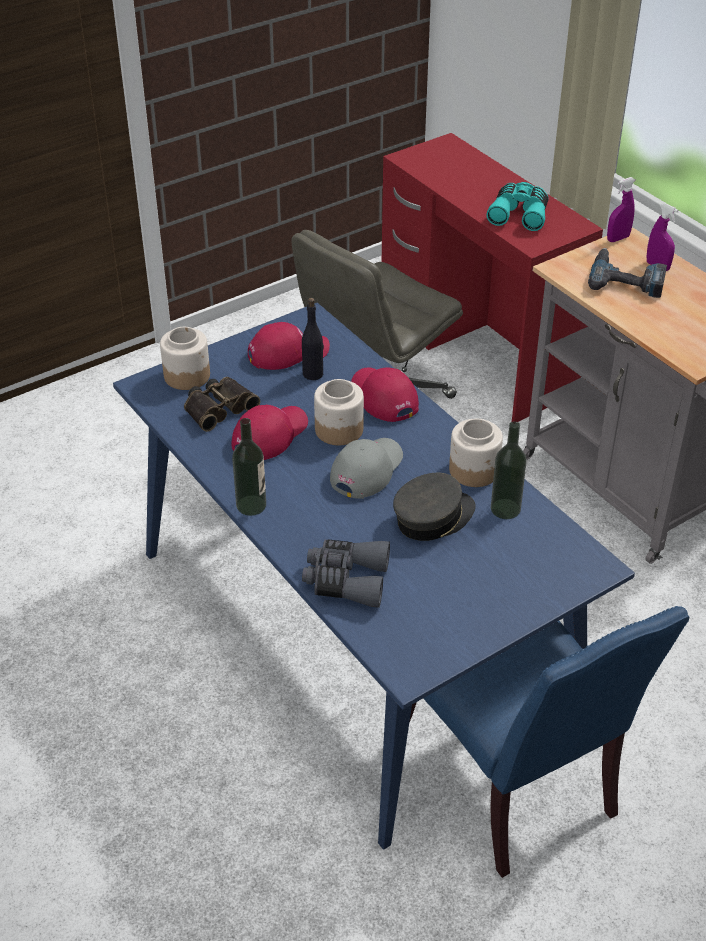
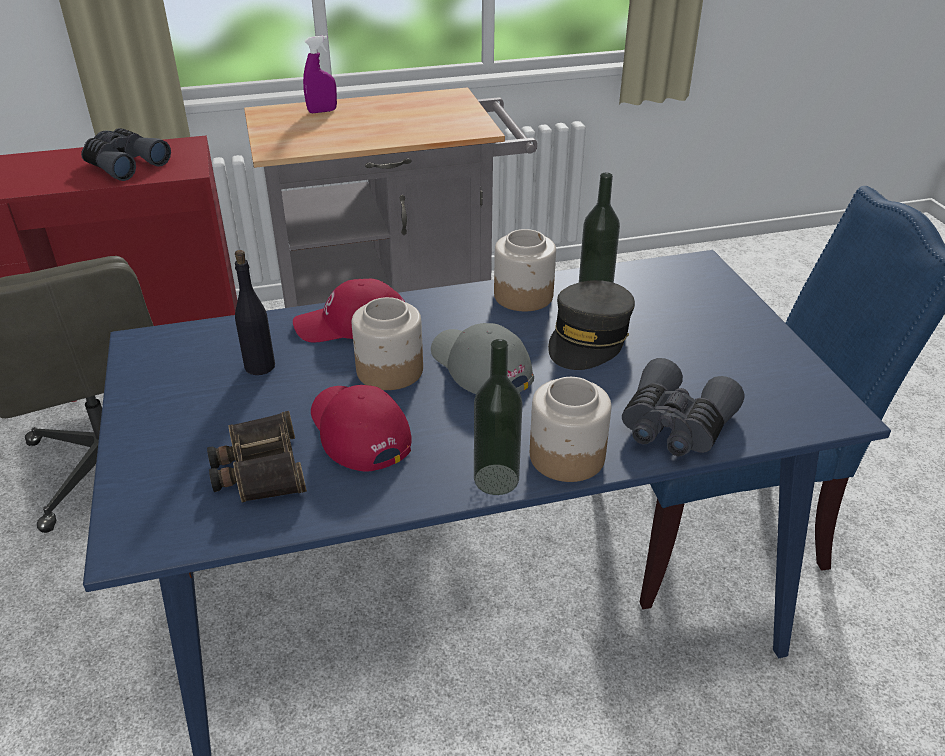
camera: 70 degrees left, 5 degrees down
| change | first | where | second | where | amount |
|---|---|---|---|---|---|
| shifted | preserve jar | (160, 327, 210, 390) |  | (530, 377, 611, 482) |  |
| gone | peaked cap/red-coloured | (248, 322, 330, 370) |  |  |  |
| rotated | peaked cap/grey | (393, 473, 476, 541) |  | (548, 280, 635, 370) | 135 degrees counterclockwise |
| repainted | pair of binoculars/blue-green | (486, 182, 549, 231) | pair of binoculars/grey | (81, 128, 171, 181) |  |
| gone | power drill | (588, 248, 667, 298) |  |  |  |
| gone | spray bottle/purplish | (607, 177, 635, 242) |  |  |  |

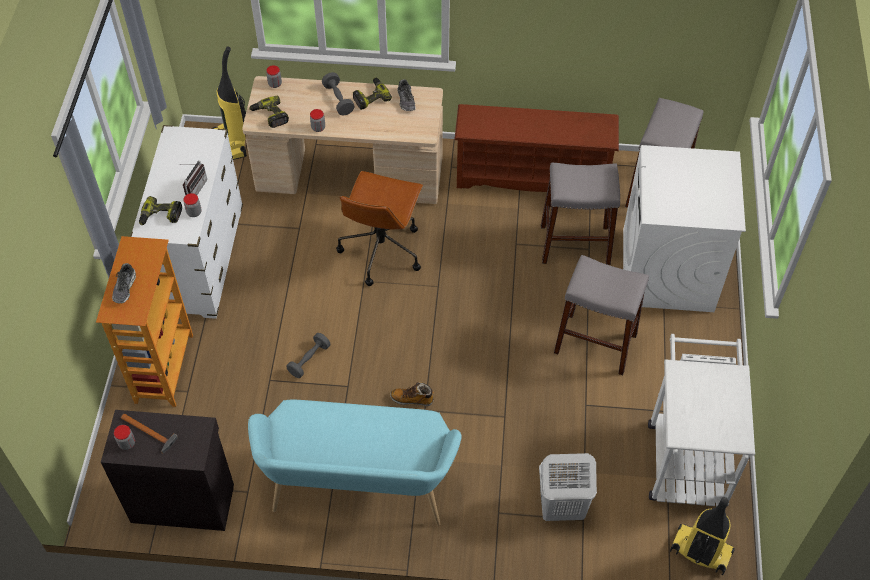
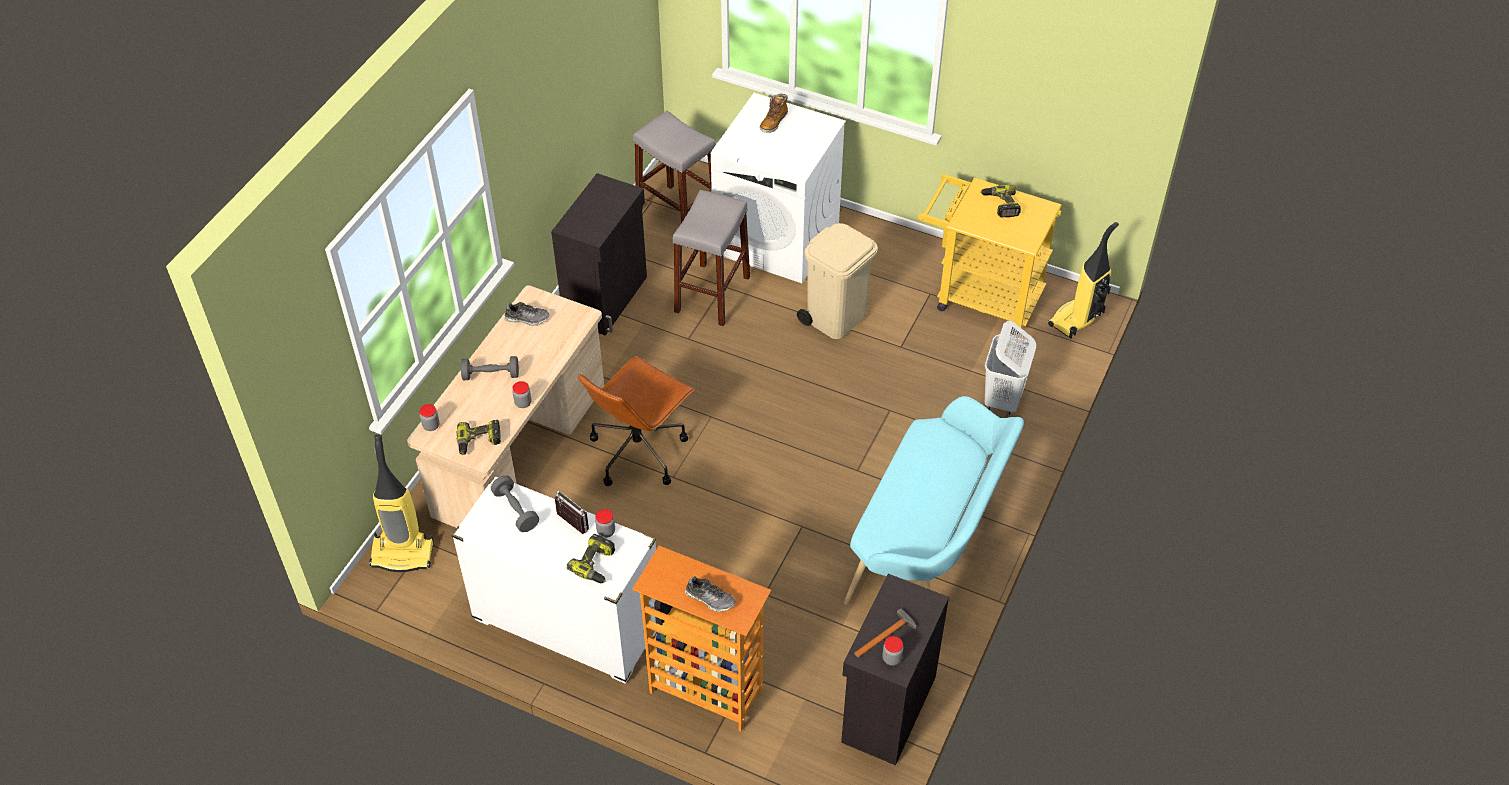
camera: 70 degrees left, 5 degrees down
| change | first | where | second | where | amount |
|---|---|---|---|---|---|
| shifted | hand weight/grey | (286, 333, 330, 378) |  | (491, 476, 539, 532) |  |
| rotated | desk chair/brown | (336, 171, 423, 286) |  | (578, 356, 695, 486) | 90 degrees clockwise |
| shifted | power drill | (353, 78, 392, 110) |  | (980, 185, 1021, 218) |  |
| shifted | boot | (390, 382, 434, 406) |  | (760, 94, 788, 133) |  |
| swapped | shoe shelf/brown | (454, 104, 619, 192) | storage cabinet/black-coloured | (551, 173, 647, 336) |  |
| swapped | stool/grey | (554, 255, 649, 375) | rubbish bin/beige-coloured | (797, 223, 878, 339) |  |
| repainted | trolley/white | (648, 334, 755, 506) | trolley/yellow | (918, 174, 1062, 335) |  |

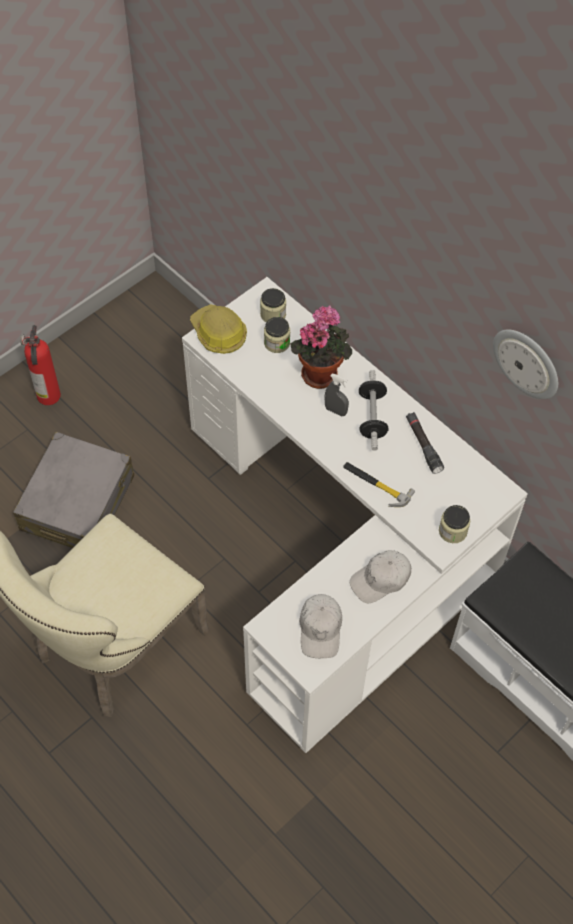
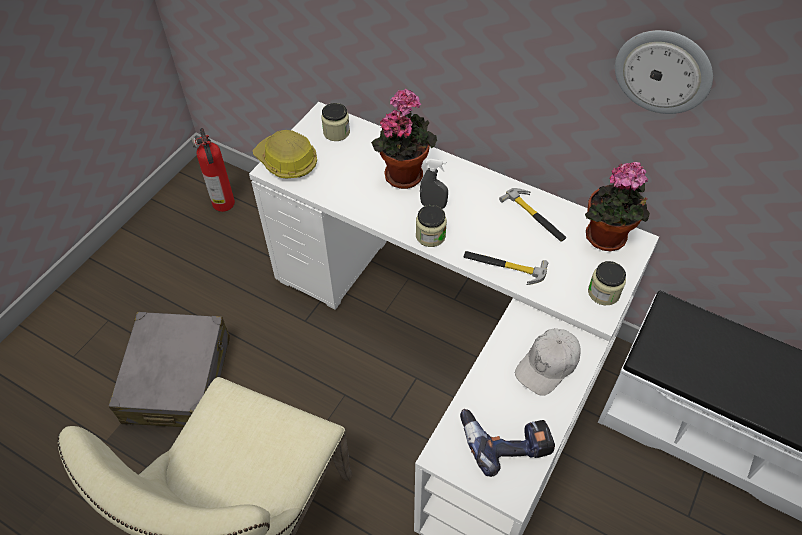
camera: 15 degrees left, 5 degrees down
| change | first | where | second | where | amount |
|---|---|---|---|---|---|
| shifted | fire-fighting cylinder | (20, 325, 61, 405) |  | (191, 128, 235, 212) |  |
| shifted | preserve jar | (264, 317, 290, 353) |  | (416, 205, 447, 247) |  |
| swapped | peaked cap/white | (299, 594, 342, 658) | power drill | (460, 409, 555, 477) |  |
| gone | hand weight | (359, 370, 388, 451) |  |  |  |
| swapped | hand torch/black-coloured | (406, 412, 444, 474) | hand hammer | (499, 188, 566, 242) |  |
| new |  |  | potted plant | (585, 161, 650, 251) |  |

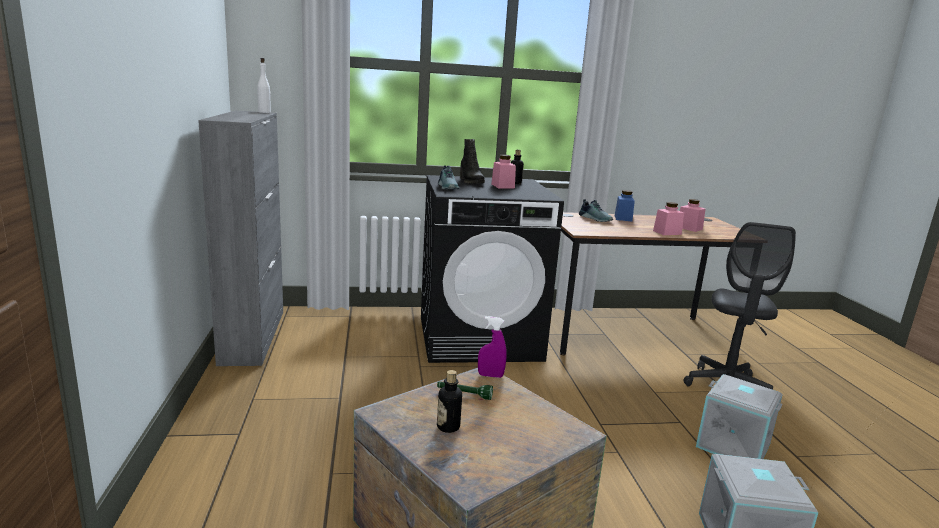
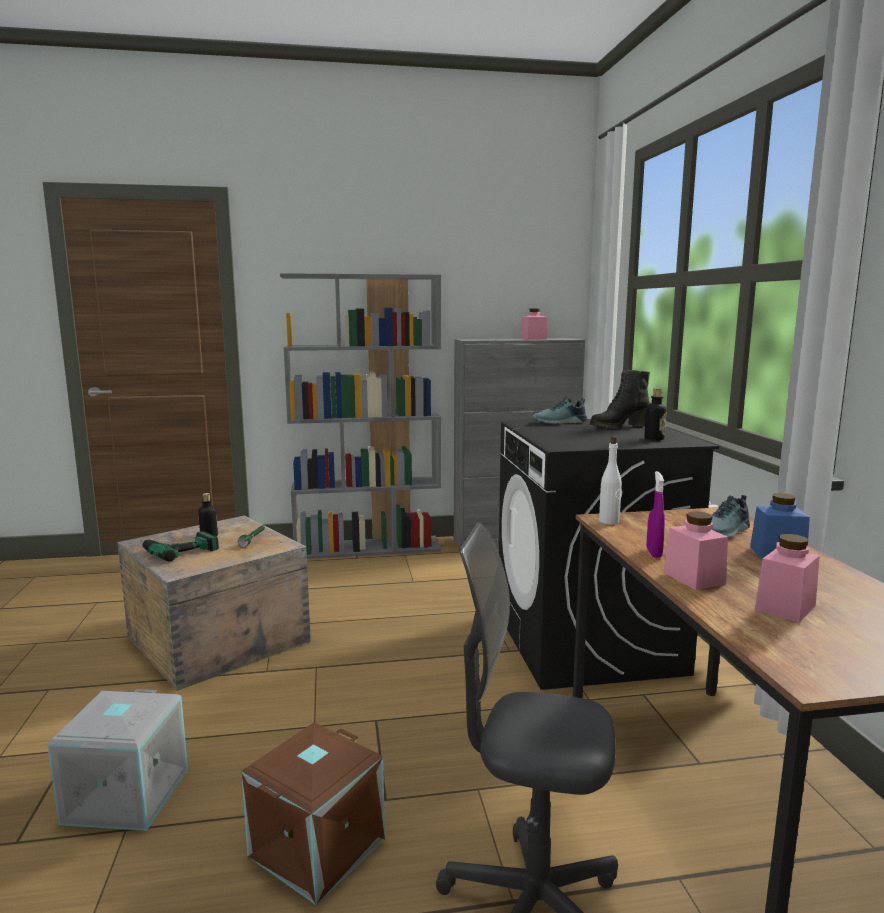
camera: 90 degrees right, 5 degrees down
| change | first | where | second | where | amount |
|---|---|---|---|---|---|
| shifted | drink bottle/white | (257, 58, 271, 113) |  | (599, 436, 622, 524) |  |
| shifted | spray bottle/purplish | (478, 316, 507, 378) |  | (647, 471, 665, 558) |  |
| shifted | preserve jar/pink-coloured | (491, 155, 516, 189) |  | (521, 309, 547, 340) |  |
| repainted | storage container/grey | (696, 374, 783, 459) | storage container/brown | (241, 722, 385, 905) |  |
| new |  |  | power drill | (139, 531, 219, 561) |  |
| new |  |  | shelving unit/grey | (280, 273, 441, 559) |  |

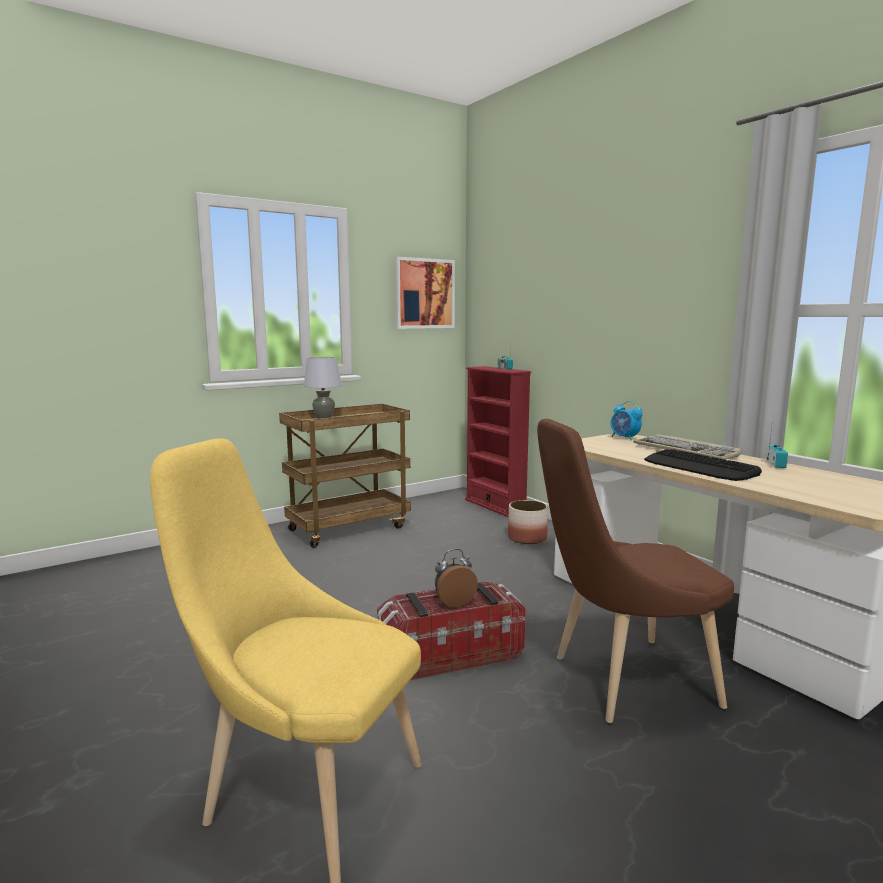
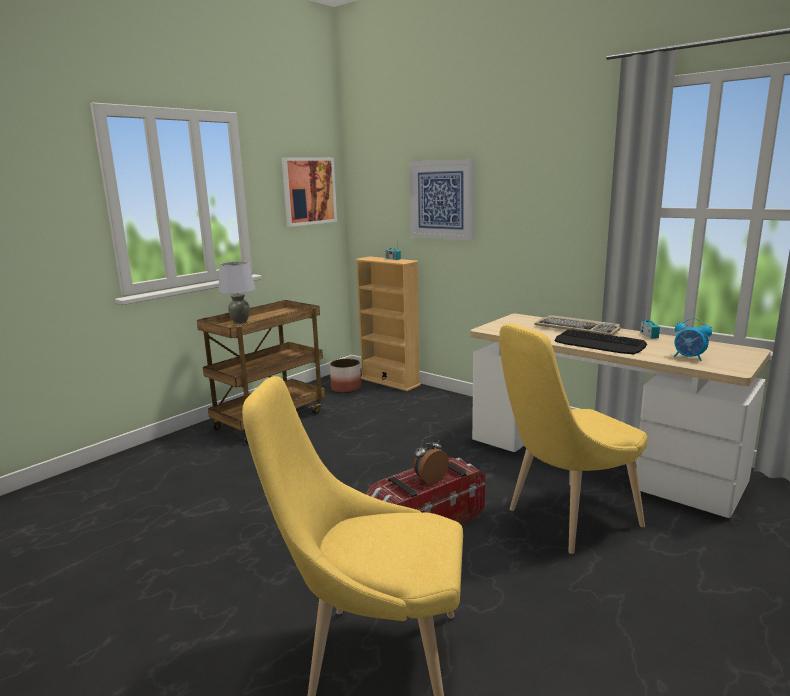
camera: 15 degrees left, 5 degrees up
| change | first | where | second | where | amount |
|---|---|---|---|---|---|
| repainted | shelving unit/red-coloured | (465, 366, 531, 517) | shelving unit/beige-coloured | (355, 256, 421, 391) |  |
| shifted | planter | (508, 500, 548, 544) |  | (330, 359, 361, 393) |  |
| repainted | plain chair/brown | (537, 419, 734, 723) | plain chair/yellow | (499, 323, 648, 554) |  |
| shifted | alarm clock | (611, 401, 643, 440) |  | (674, 318, 712, 361) |  |
| new |  |  | picture | (409, 159, 474, 240) |  |

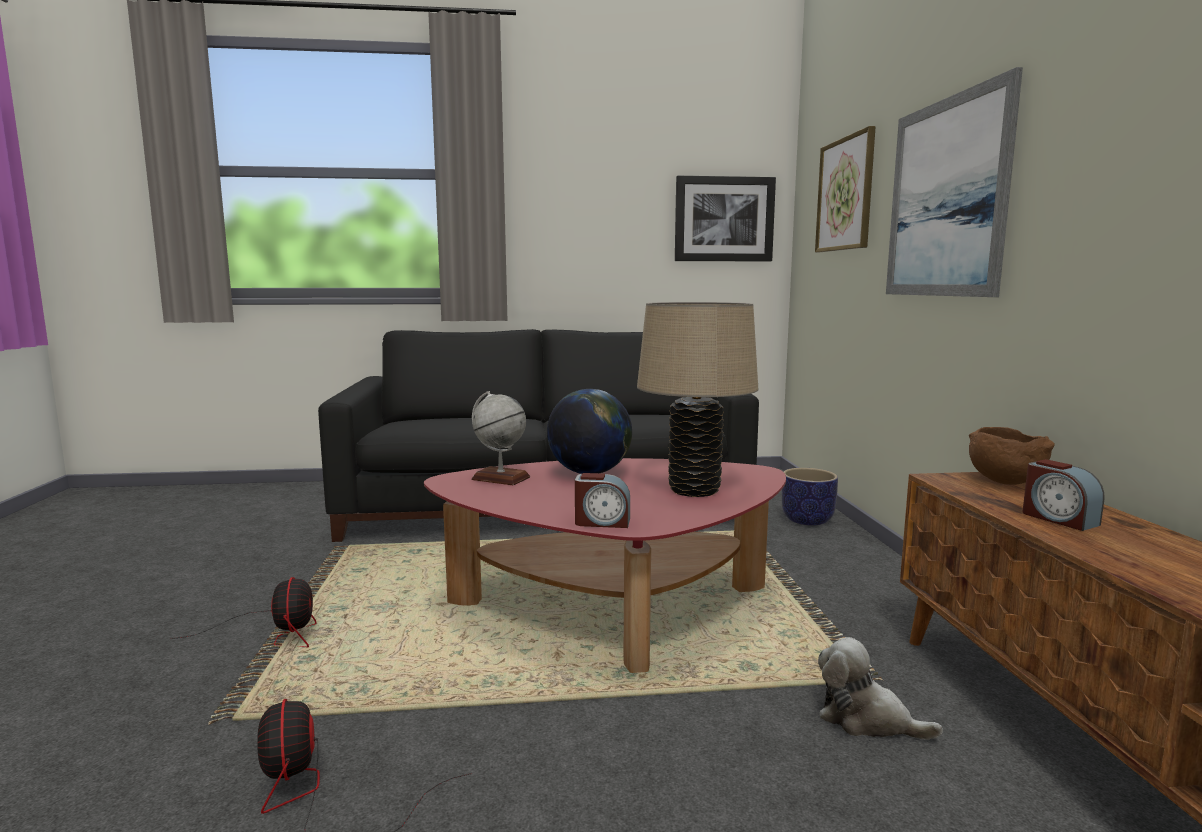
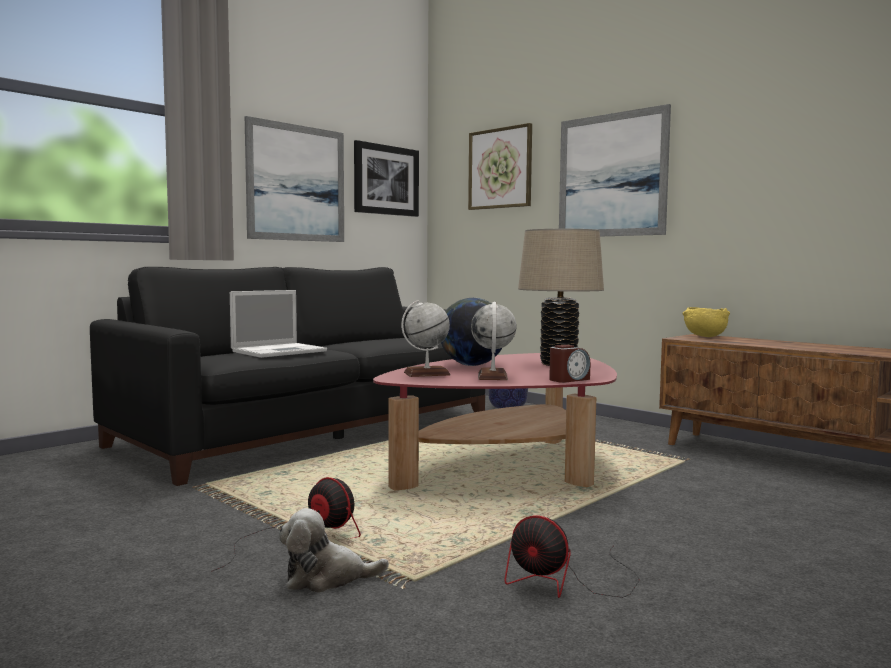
camera: 40 degrees left, 5 degrees down
| change | first | where | second | where | amount |
|---|---|---|---|---|---|
| shifted | plush toy | (818, 637, 943, 740) |  | (279, 508, 389, 593) |  |
| repainted | bowl/brown | (969, 427, 1055, 485) | bowl/yellow | (682, 307, 730, 337) |  |
| gone | alarm clock | (1023, 459, 1104, 531) |  |  |  |
| new |  |  | portable computer | (230, 290, 327, 358) |  |
| new |  |  | picture | (245, 116, 344, 242) |  |
| new |  |  | desk globe | (471, 302, 517, 380) |  |

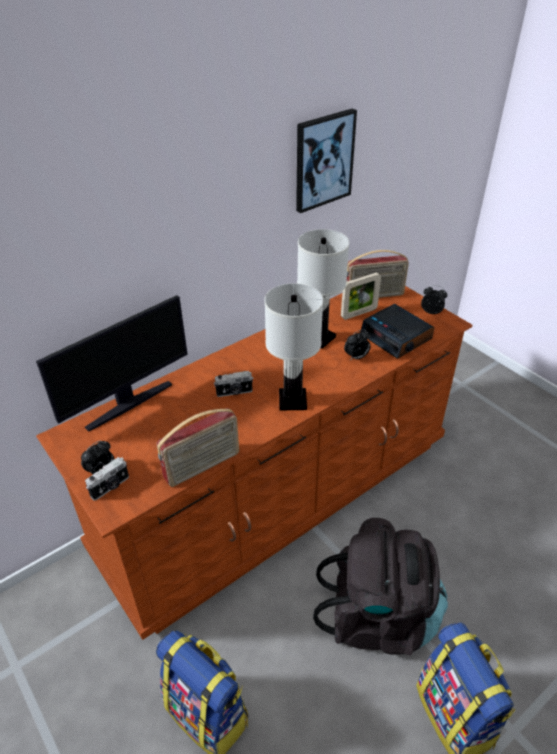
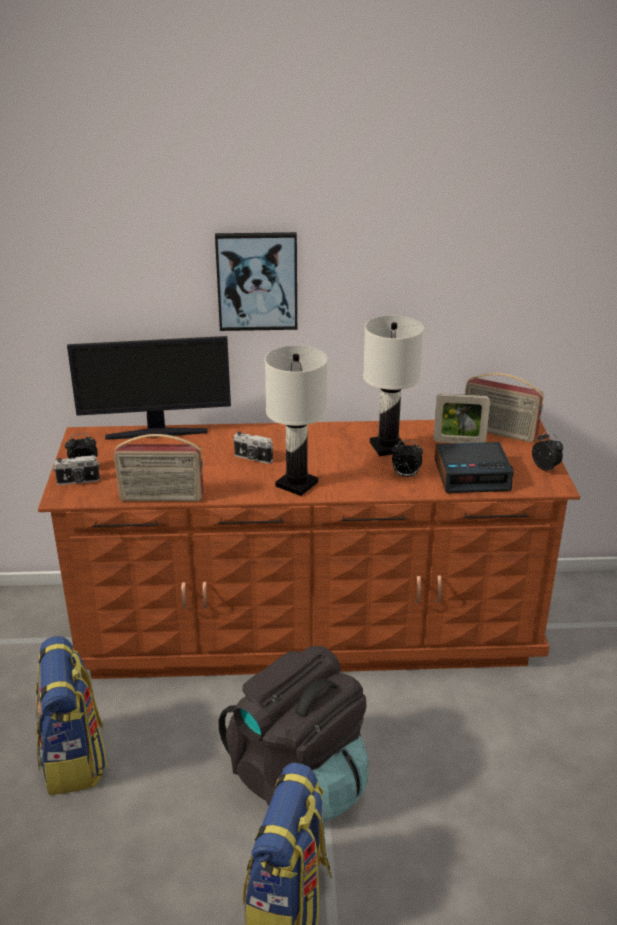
camera: 35 degrees right, 10 degrees down
| change | first | where | second | where | amount |
|---|---|---|---|---|---|
| shifted | picture | (296, 108, 357, 213) |  | (215, 232, 297, 331) |  |
| rotated | alarm clock | (360, 304, 434, 359) |  | (435, 442, 514, 493) | 90 degrees counterclockwise |

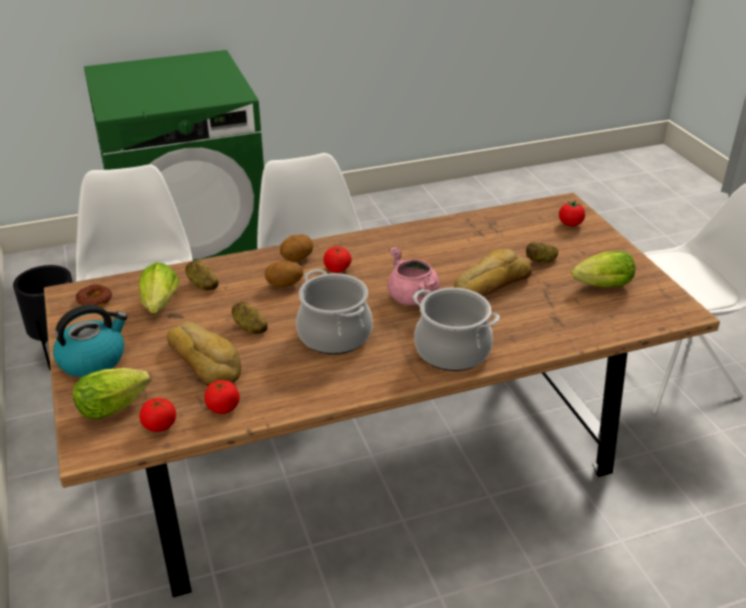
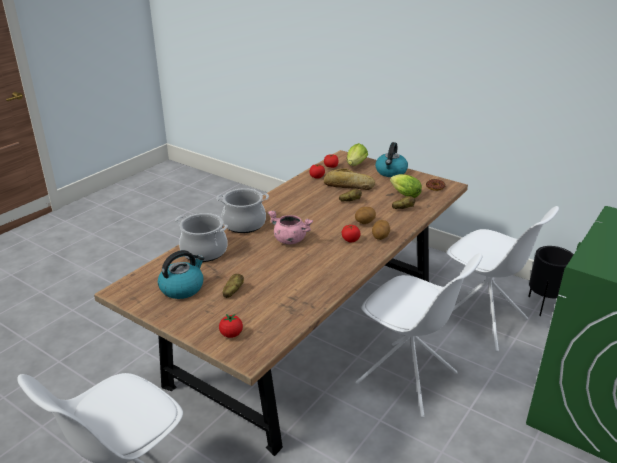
camera: 145 degrees right, 5 degrees down
| change | first | where | second | where | amount |
|---|---|---|---|---|---|
| shifted | saucepot | (296, 269, 373, 354) |  | (176, 213, 228, 262) |  |
| gone | bakery bread | (454, 249, 532, 297) |  |  |  |
| swapped | head of lettuce | (572, 251, 635, 287) | water kettle | (158, 250, 204, 299) |  |

